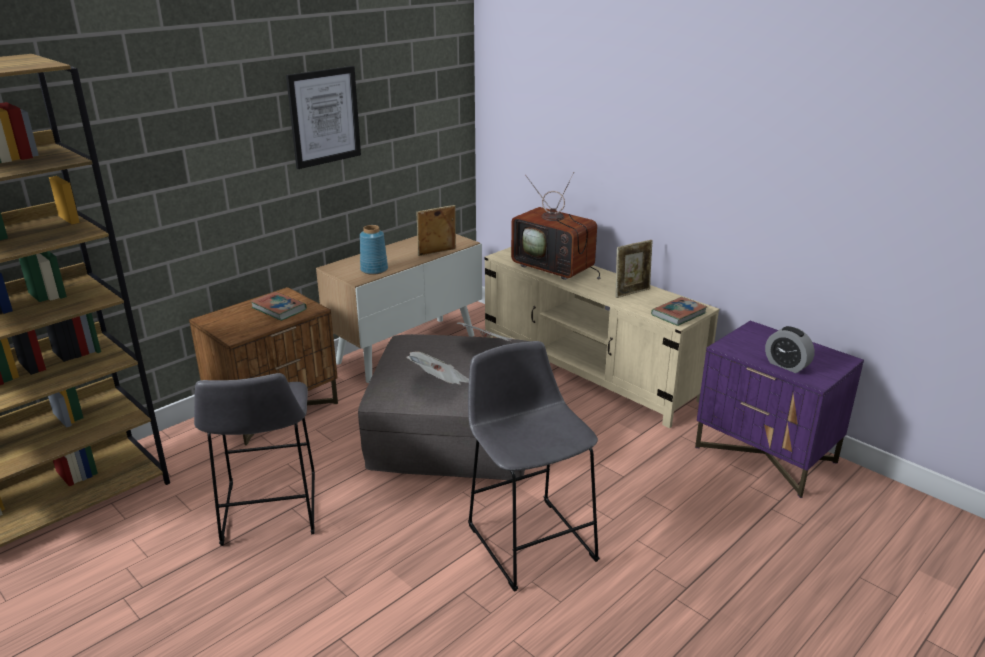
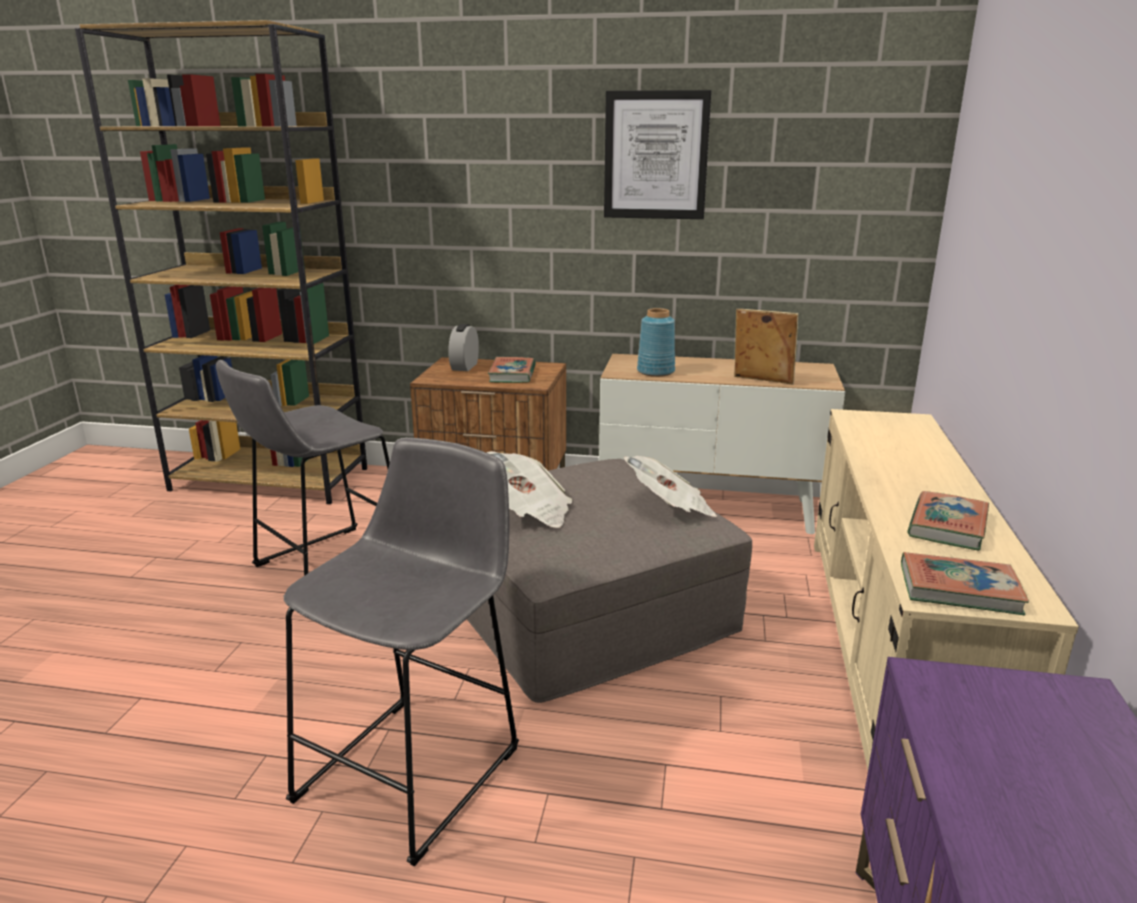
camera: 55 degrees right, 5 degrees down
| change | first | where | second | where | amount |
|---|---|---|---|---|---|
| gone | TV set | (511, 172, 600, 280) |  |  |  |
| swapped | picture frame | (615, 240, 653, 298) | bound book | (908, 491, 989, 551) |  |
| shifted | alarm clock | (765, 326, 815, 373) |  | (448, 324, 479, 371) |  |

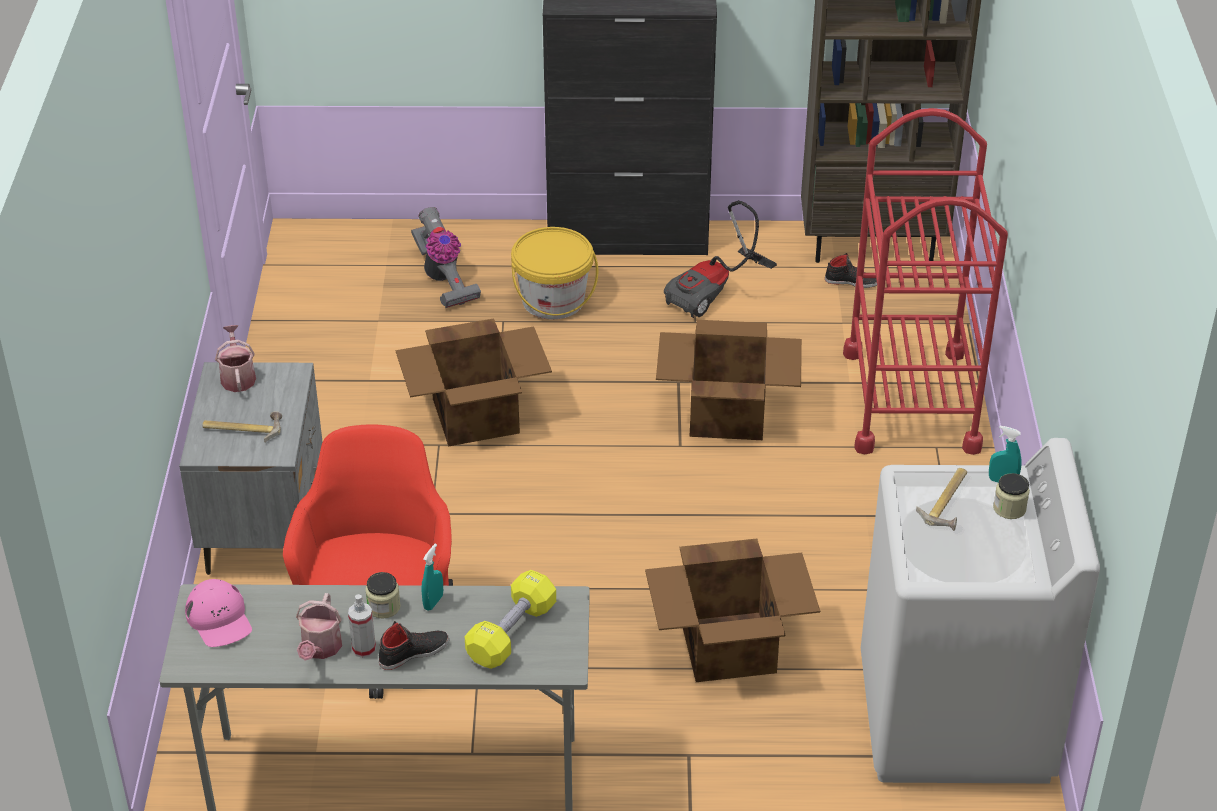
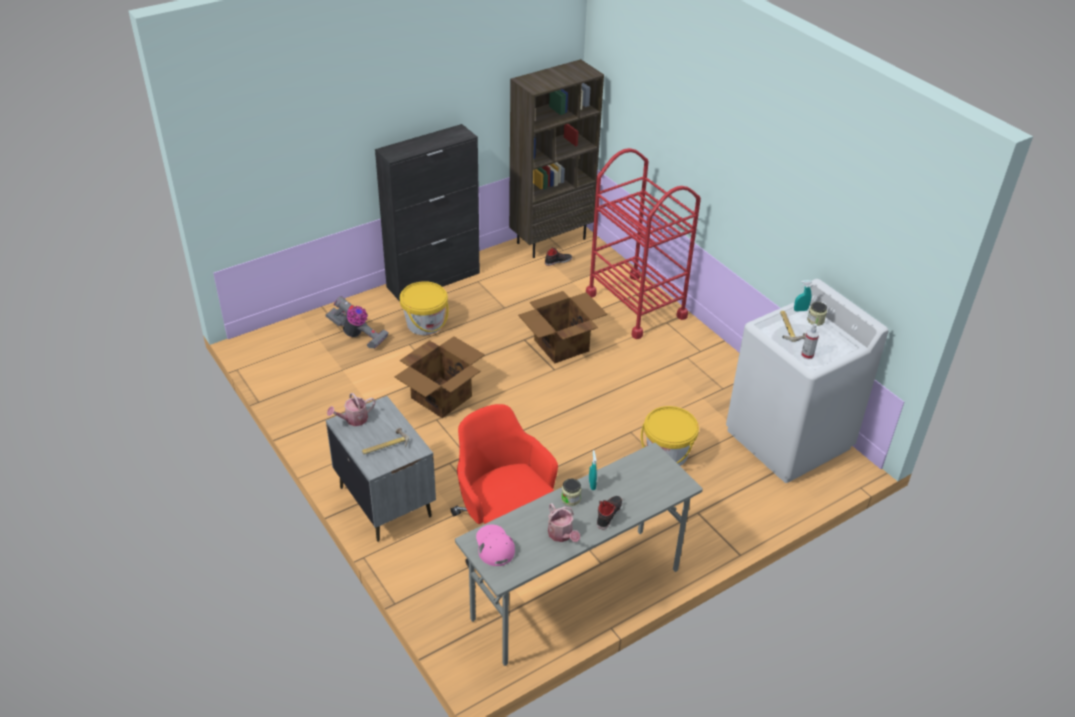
camera: 35 degrees left, 0 degrees up
| change | first | where | second | where | amount |
|---|---|---|---|---|---|
| rotated | peaked cap/pink-coloured | (185, 579, 252, 647) |  | (476, 525, 515, 566) | 135 degrees counterclockwise |
| rotated | sprinkling can | (215, 325, 256, 392) |  | (327, 393, 375, 426) | 75 degrees counterclockwise |
| shifted | spray bottle | (348, 594, 376, 658) |  | (801, 324, 819, 359) |  |
| gone | hand weight/yellow | (465, 570, 556, 669) |  |  |  |
| swapped | carton | (645, 539, 820, 682) | bucket/yellow | (641, 406, 699, 466) |  |
| gone | vacuum | (664, 201, 777, 318) |  |  |  |

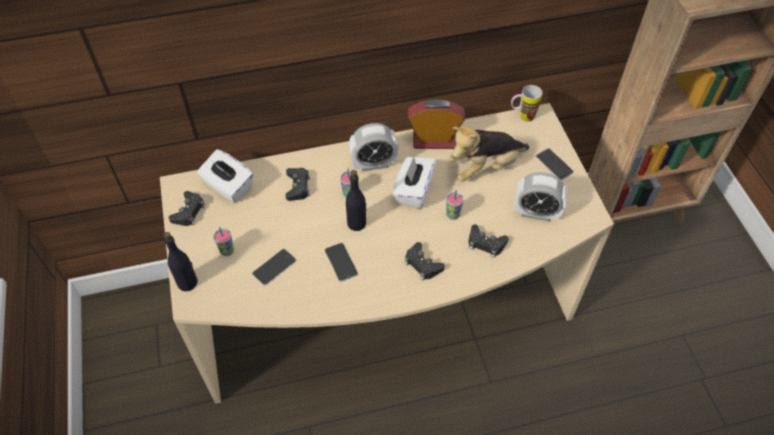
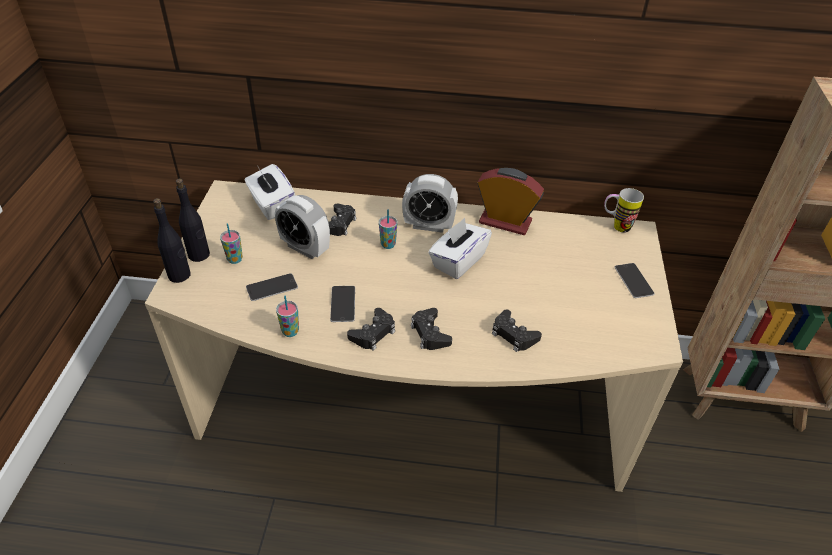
camera: 20 degrees right, 10 degrees down
| change | first | where | second | where | amount |
|---|---|---|---|---|---|
| shifted | joypad/black-coloured | (169, 191, 205, 226) |  | (347, 308, 395, 351) |  |
| shifted | drink bottle/black-coloured | (346, 170, 366, 231) |  | (176, 178, 210, 262) |  |
| shifted | small cup | (446, 190, 463, 220) |  | (276, 296, 299, 337) |  |
| gone | plush toy | (449, 127, 529, 182) |  |  |  |
| shifted | alarm clock | (514, 172, 568, 222) |  | (275, 195, 330, 259) |  |

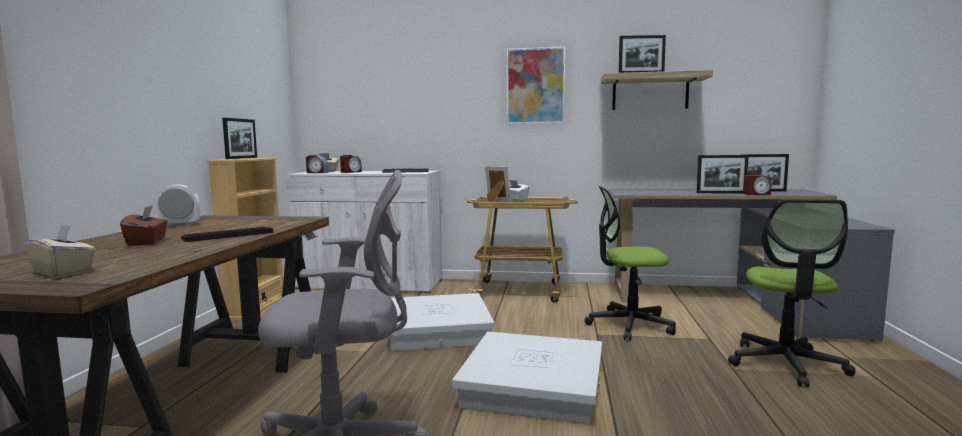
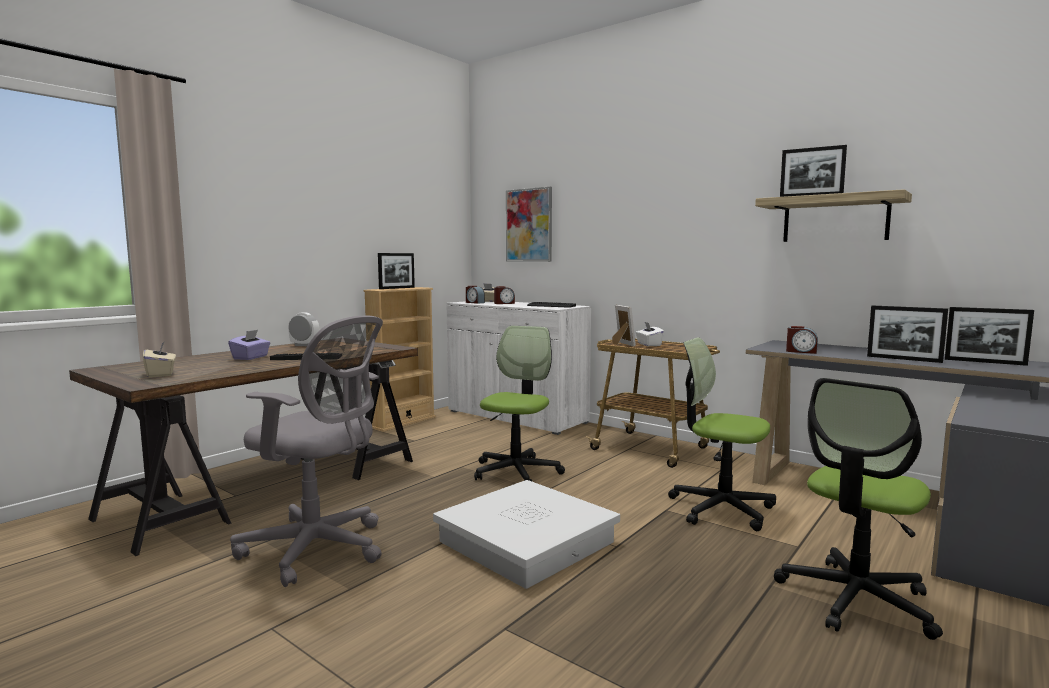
camera: 30 degrees right, 0 degrees up
| change | first | where | second | where | amount |
|---|---|---|---|---|---|
| repainted | tissue box/brown | (120, 205, 168, 246) | tissue box/purplish | (228, 330, 270, 360) |  |
| swapped | storage container/white | (390, 293, 495, 351) | desk chair | (474, 326, 565, 481) |  |
| shifted | picture | (507, 46, 565, 124) |  | (506, 187, 552, 262) |  |
| shifted | alarm clock | (744, 174, 771, 195) |  | (786, 326, 818, 354) |  |

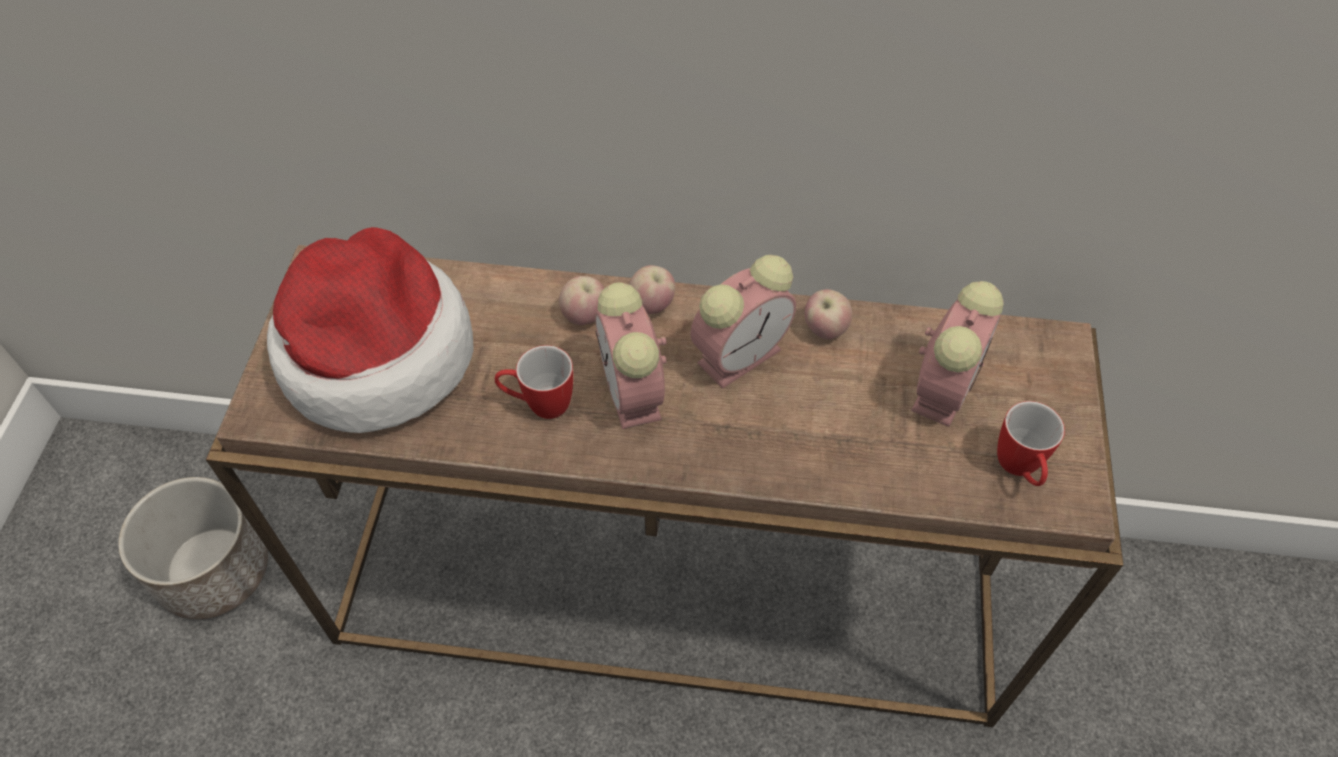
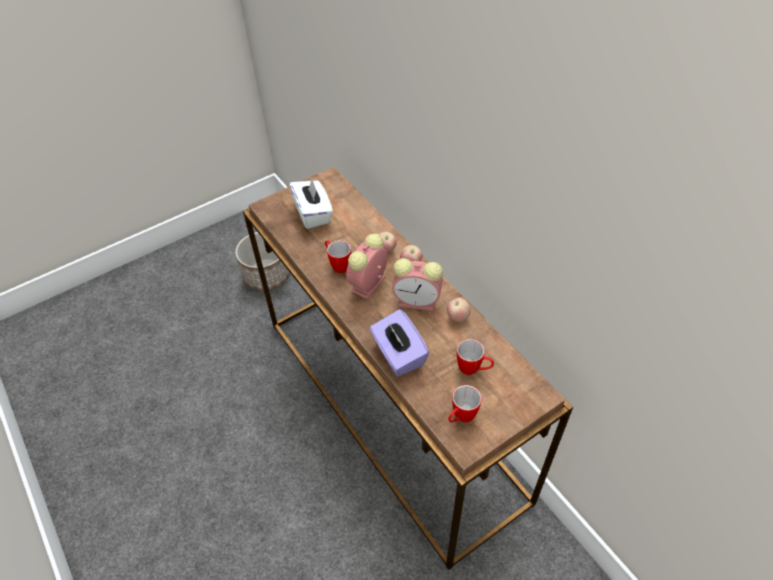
camera: 50 degrees right, 5 degrees down
| change | first | where | second | where | amount |
|---|---|---|---|---|---|
| swapped | clothing hat | (267, 227, 474, 433) | tissue box/white | (289, 178, 333, 229) |  |
| swapped | alarm clock | (911, 281, 1003, 427) | tea mug | (457, 339, 494, 375) |  |
| new |  |  | tissue box/purplish | (370, 309, 429, 377) |  |

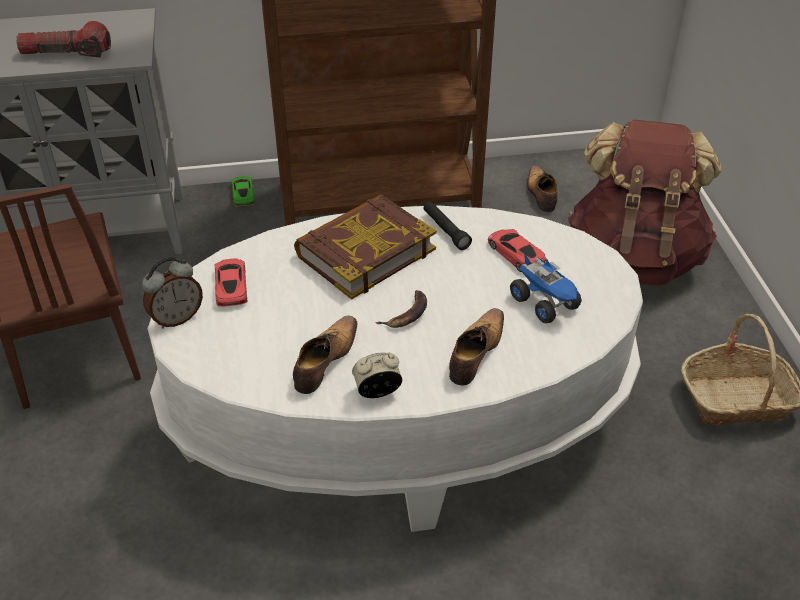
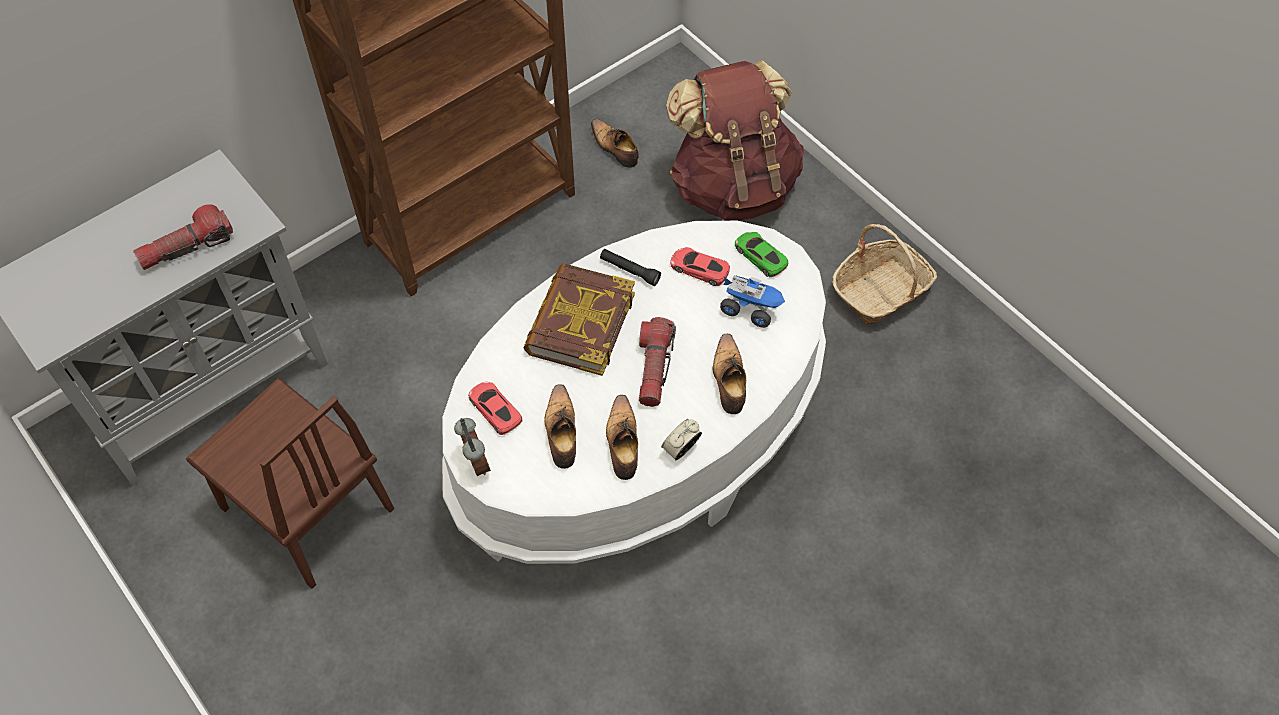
camera: 30 degrees left, 15 degrees up
| change | first | where | second | where | amount |
|---|---|---|---|---|---|
| rotated | alarm clock | (142, 257, 203, 329) |  | (454, 418, 491, 476) | 45 degrees counterclockwise |
| shifted | toy car/greenish | (231, 176, 255, 206) |  | (735, 232, 788, 278) |  |
| swapped | banana fruit | (375, 290, 427, 328) | hand torch | (639, 317, 676, 407) |  |
| new |  |  | shoe | (544, 384, 576, 469) |  |

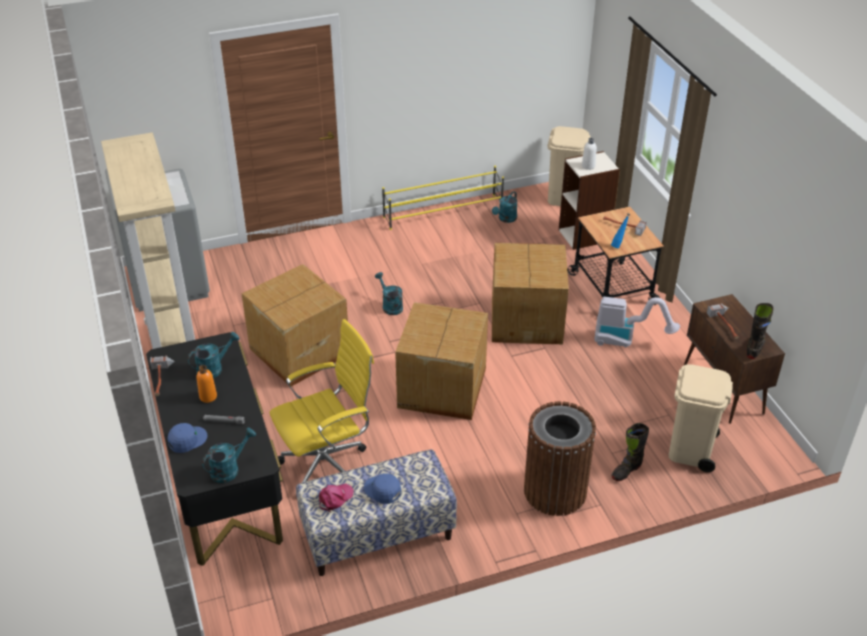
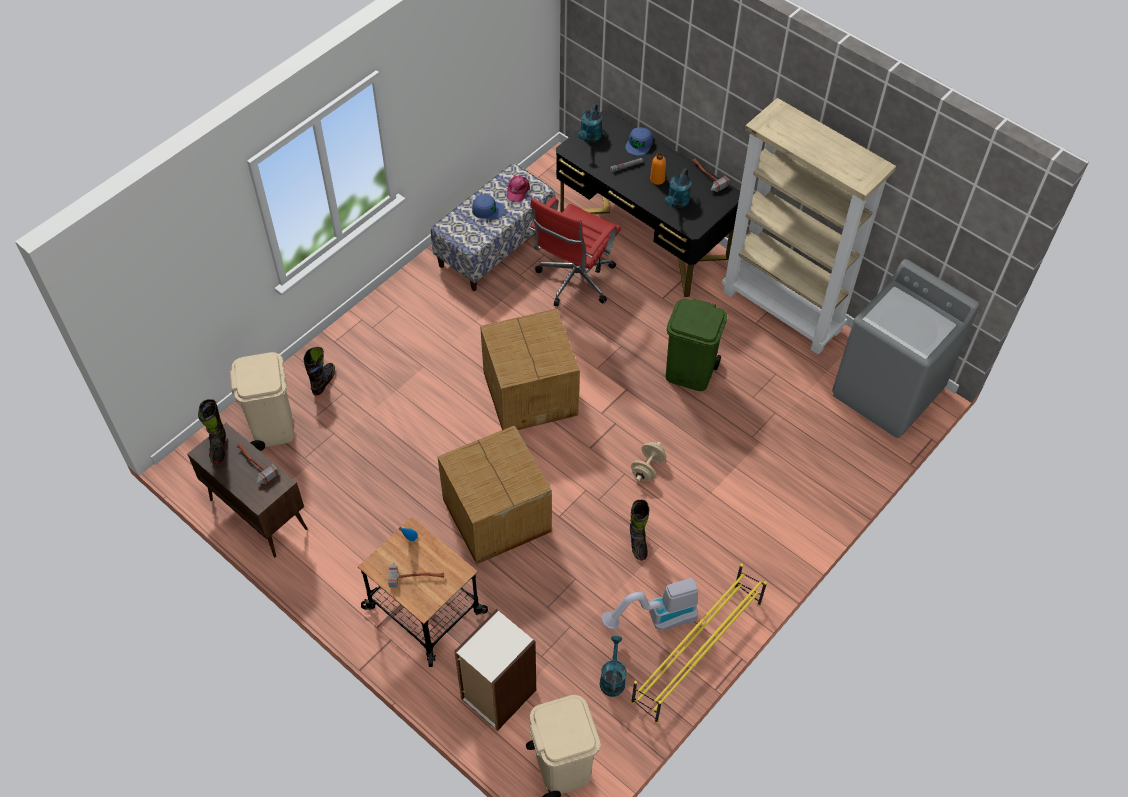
camera: 150 degrees right, 15 degrees up
| change | first | where | second | where | amount |
|---|---|---|---|---|---|
| swapped | carton | (241, 264, 348, 387) | rubbish bin/greenish | (666, 298, 727, 391) |  |
| repainted | desk chair/yellow | (270, 319, 374, 483) | desk chair/red-coloured | (529, 197, 621, 306) |  |
| swapped | sprinkling can/blue-green | (375, 272, 403, 315) | hand weight/beige-coloured | (631, 442, 666, 482) |  |
| gone | rubbish bin/brown | (524, 401, 596, 516) |  |  |  |
| gone | drink bottle/white | (582, 138, 597, 170) |  |  |  |
| shifted | vacuum | (594, 297, 680, 347) |  | (602, 578, 698, 630) |  |
| new |  |  | boot/black-coloured | (630, 500, 650, 561) |  |

